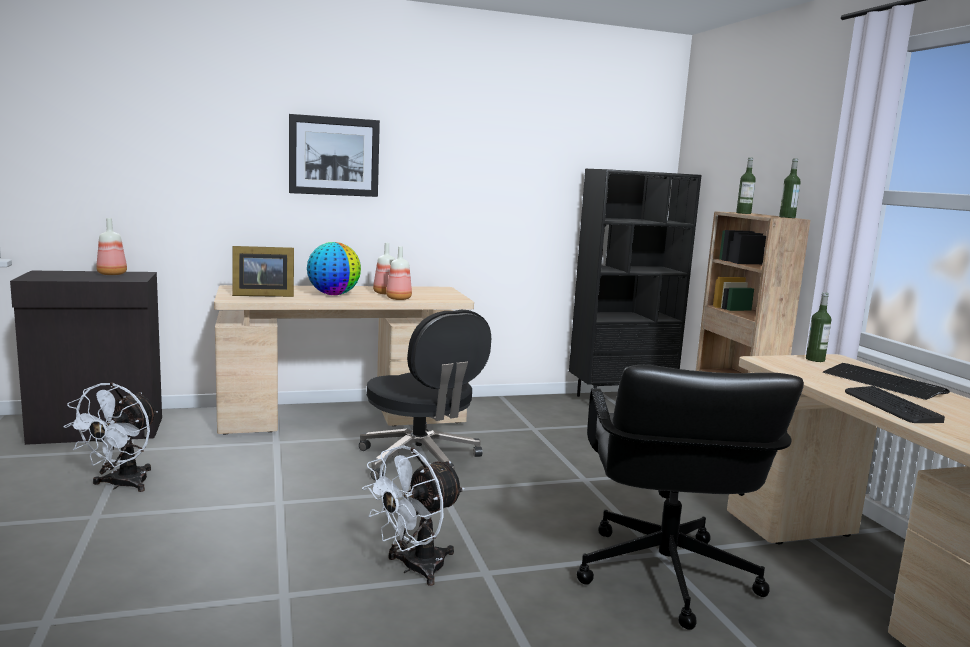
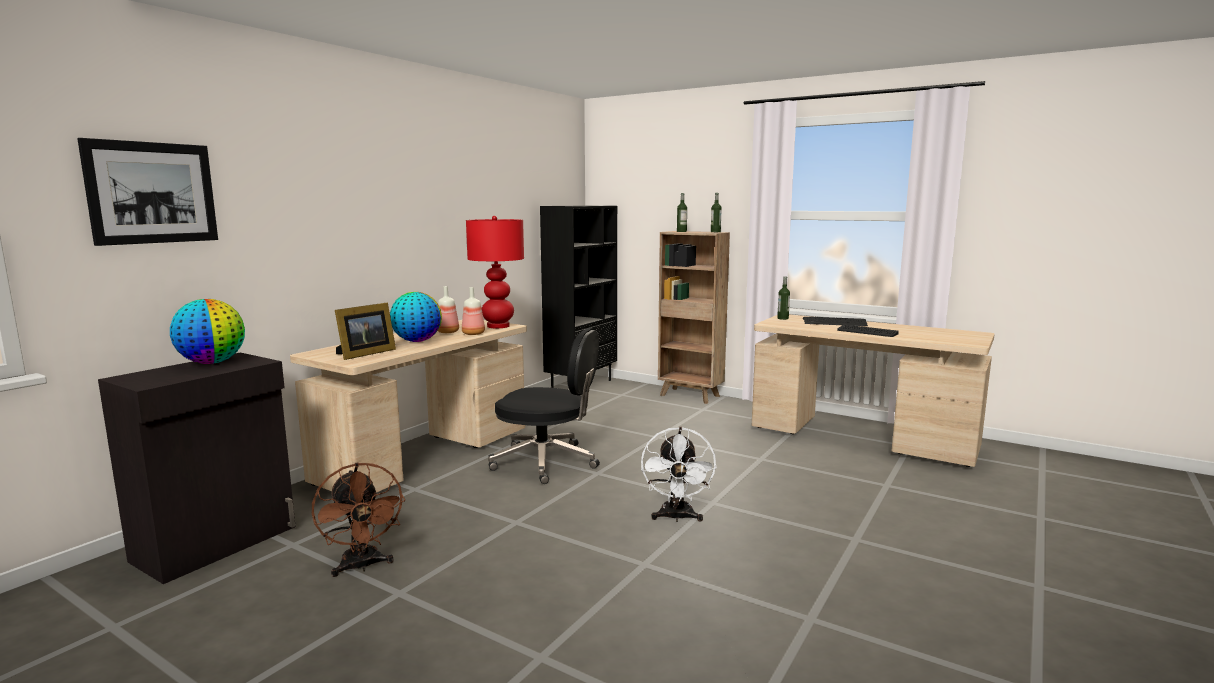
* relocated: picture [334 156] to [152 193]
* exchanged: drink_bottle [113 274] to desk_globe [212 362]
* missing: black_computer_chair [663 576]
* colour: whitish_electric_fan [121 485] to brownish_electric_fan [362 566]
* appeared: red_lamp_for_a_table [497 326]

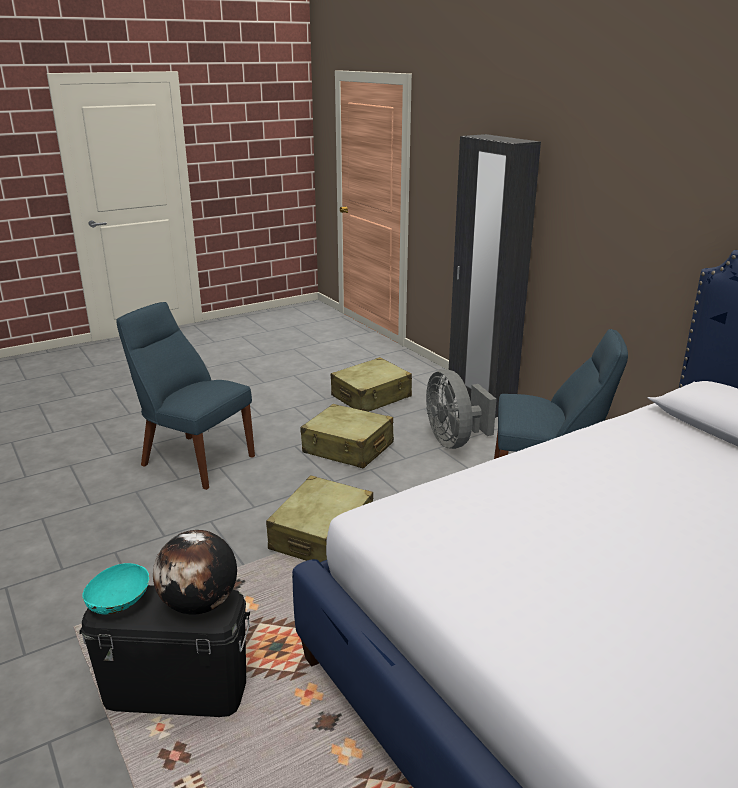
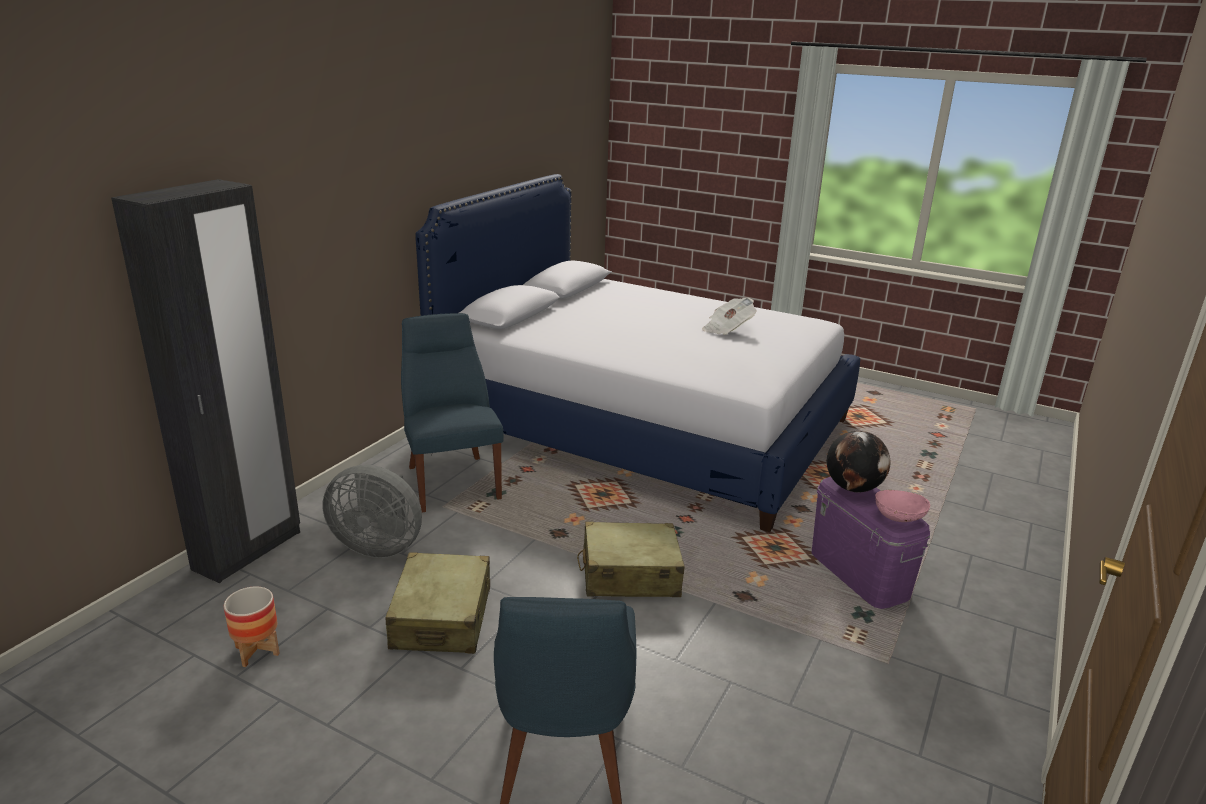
* exchanged: beige_piece_of_luggage [371 397] to plant_pot [257 651]
* spun: gray_electric_fan [454 441] = [378 546] 60 degrees clockwise
* colour: turquoise-coloured_bowl [119 605] to pink-coloured_bowl [899 517]
* colour: black_storage_container [176 691] to purple-coloured_storage_container [859 575]
* appeared: newspaper [727 329]

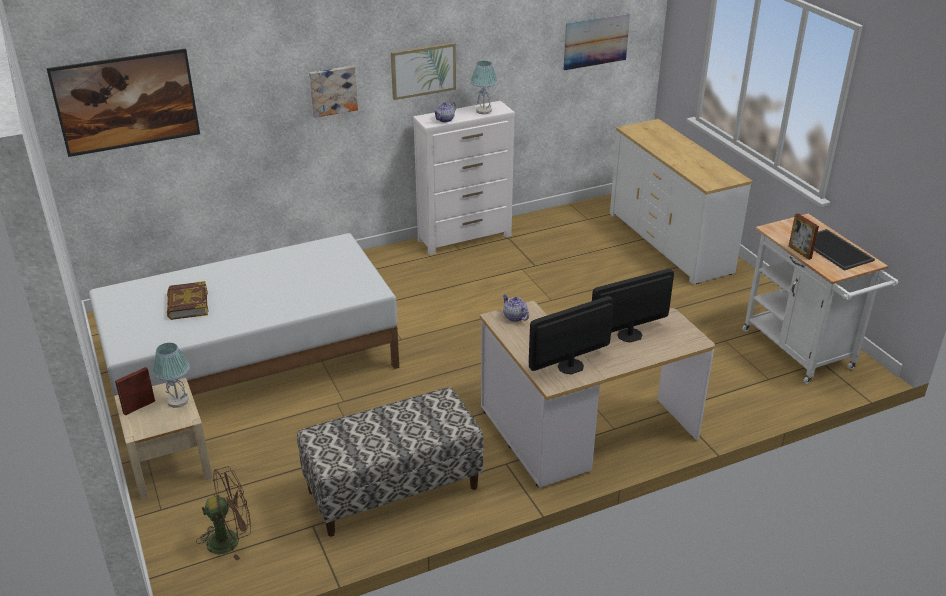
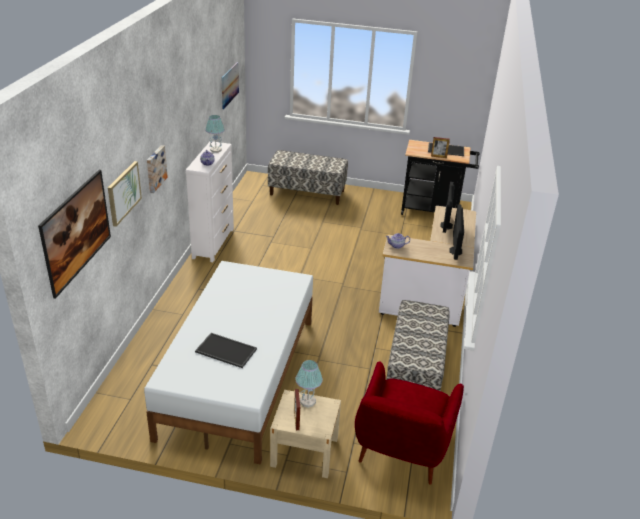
* relocated: picture [423 70] to [123 193]
* exchanged: whitish_drawer_chest [669 242] to indoor_bench [307 192]
* colour: whitish_wheeled_cart [802 353] to black_wheeled_cart [433 211]
* exchanged: volume [187 304] to carrying_tray [225 351]
* exchanged: brownish_electric_fan [230 539] to red_easy_chair [401 451]

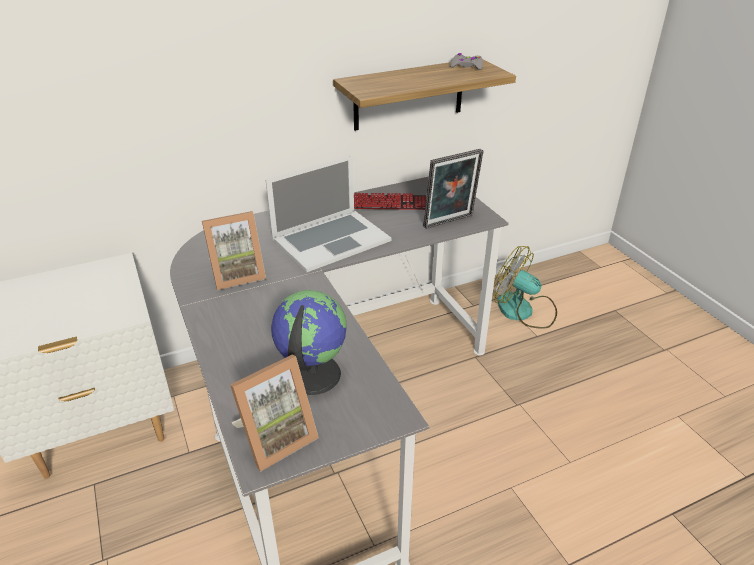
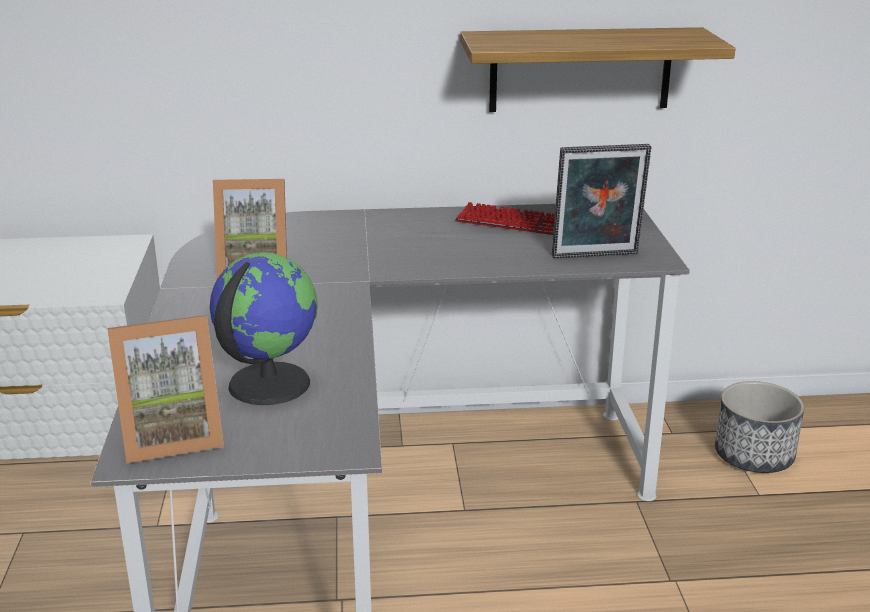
* missing: gray_game_controller [466 66]
* missing: laptop [330 240]
* exchanged: electric_fan [523 311] to plant_pot [753 456]

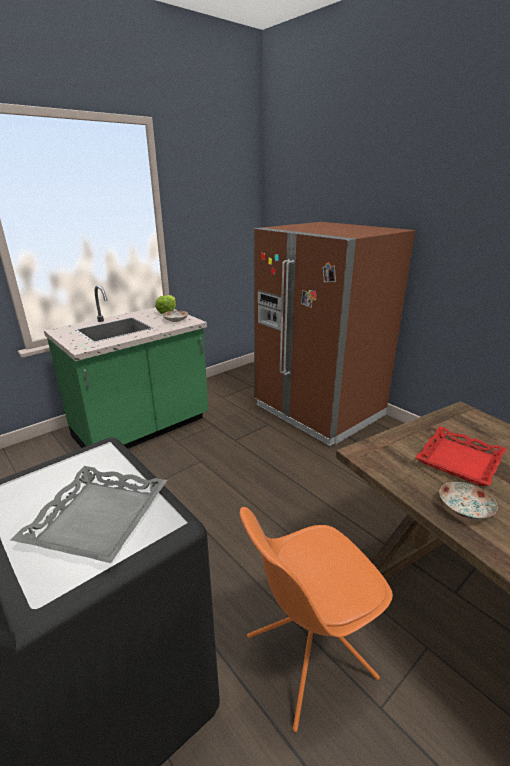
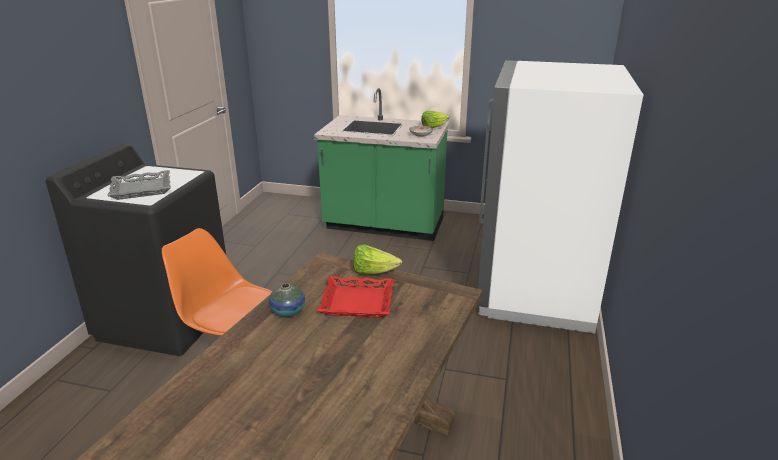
* colour: brownish_kitchen_fridge [318 410] to whitish_kitchen_fridge [534 290]
* exchanged: dinner_plate [464 509] to vase [288 311]
* appeared: lettuce_head [373 272]

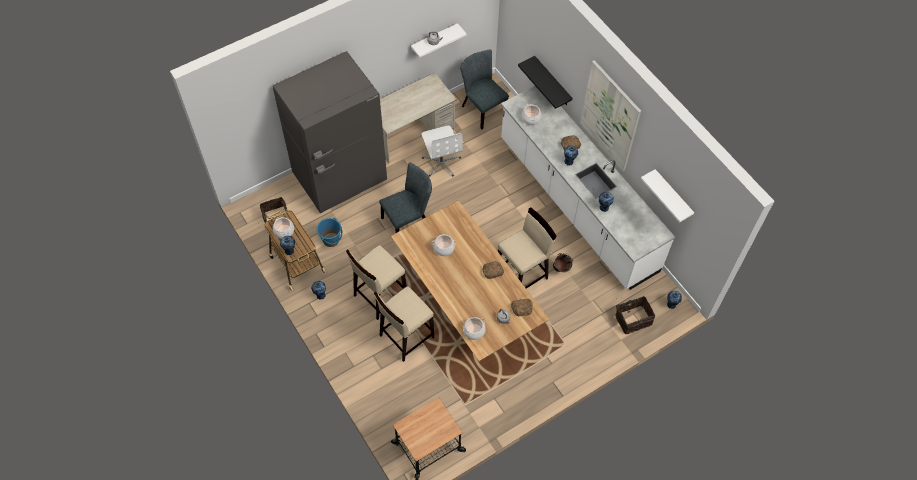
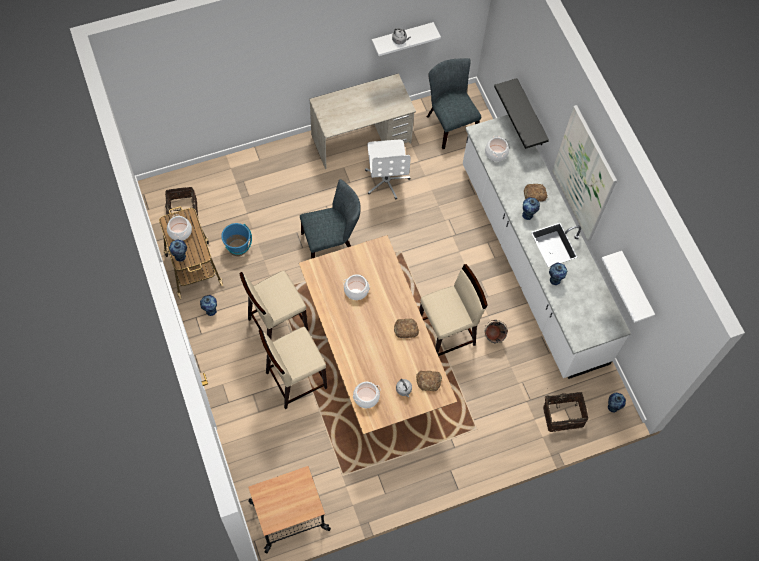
* missing: gray_kitchen_fridge [340 178]

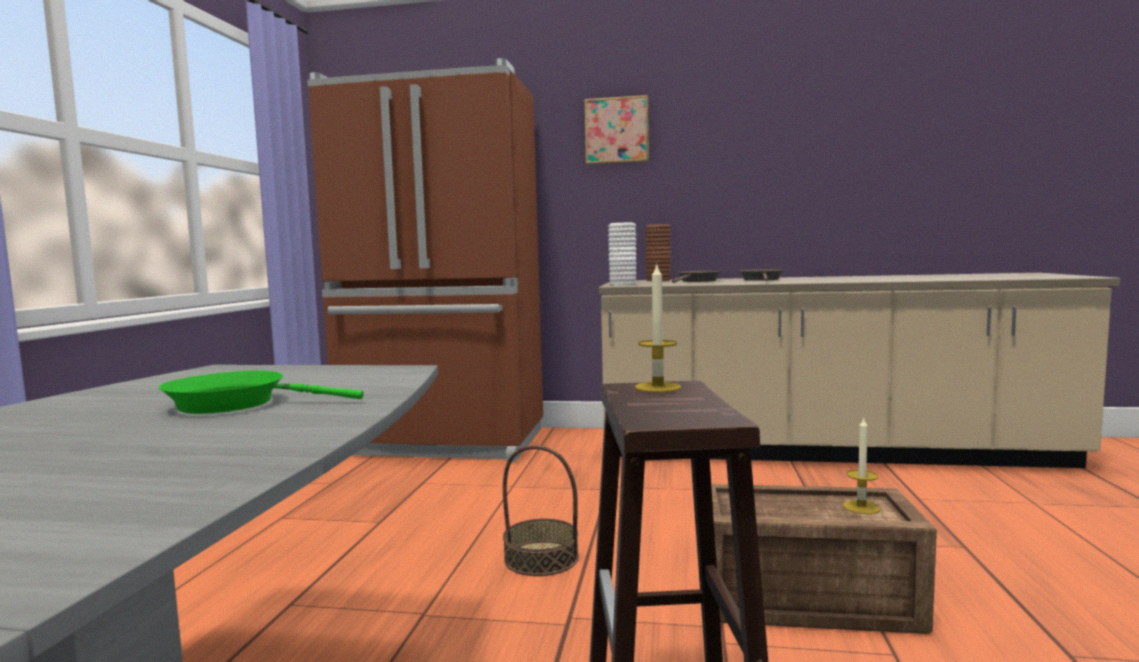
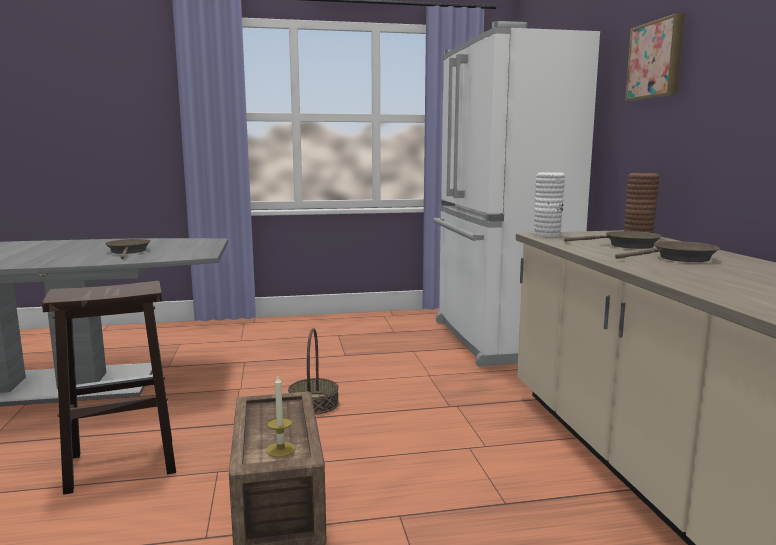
* colour: brownish_kitchen_fridge [444 444] to whitish_kitchen_fridge [496 340]
* missing: candle [658 387]
* colour: greenish_frying_pan [237 403] to brownish_frying_pan [128 252]

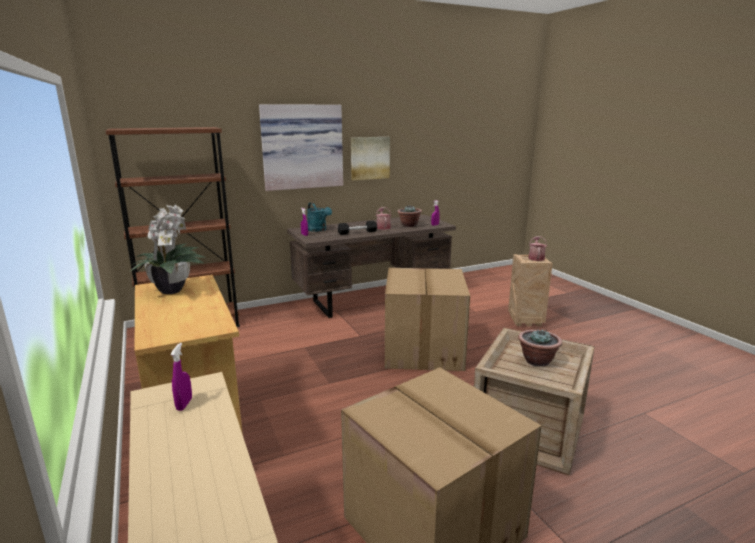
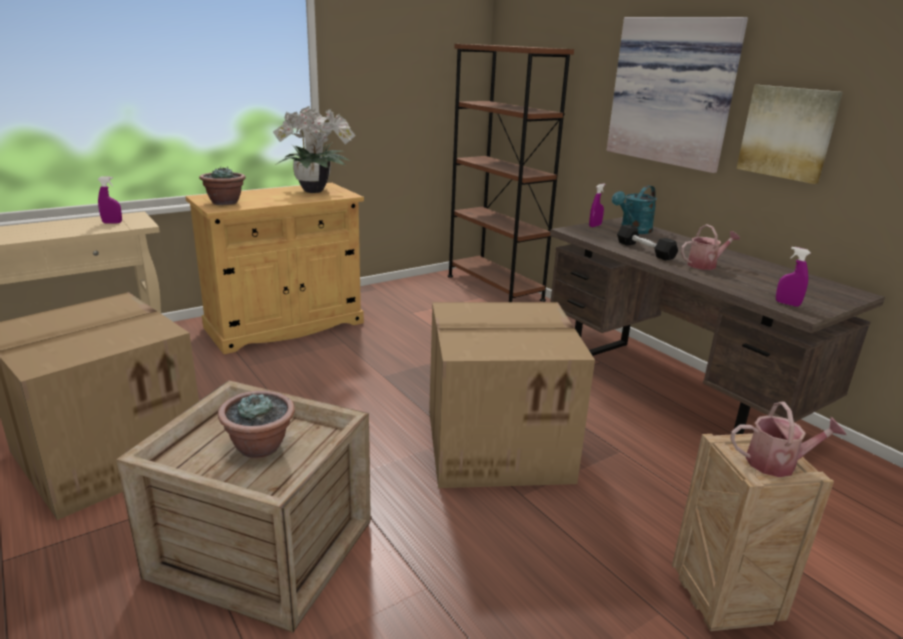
* relocated: potted_plant [409 225] to [225 202]

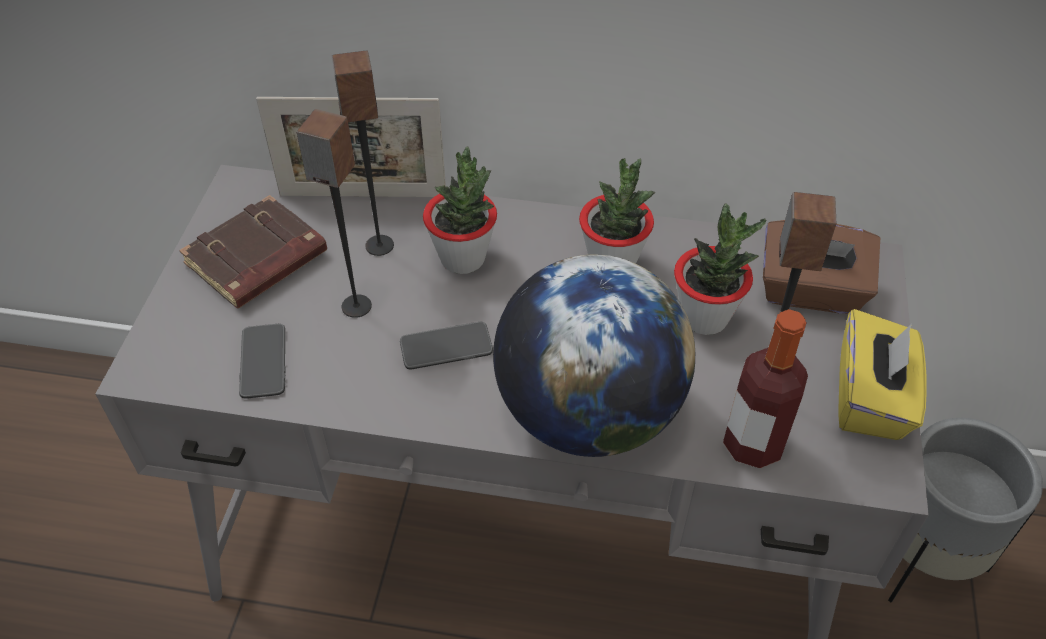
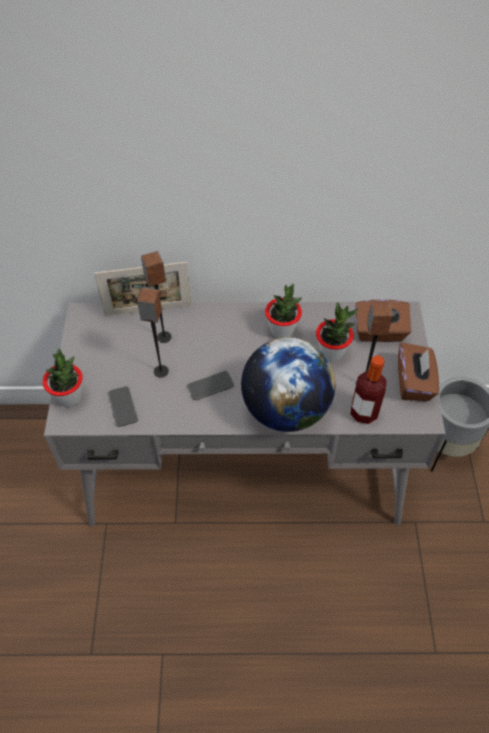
* relocated: potted_plant [463 258] to [69 397]
* missing: brownish_volume [257 261]
* colour: yellowish_box_of_tissues [870 399] to brownish_box_of_tissues [414 383]

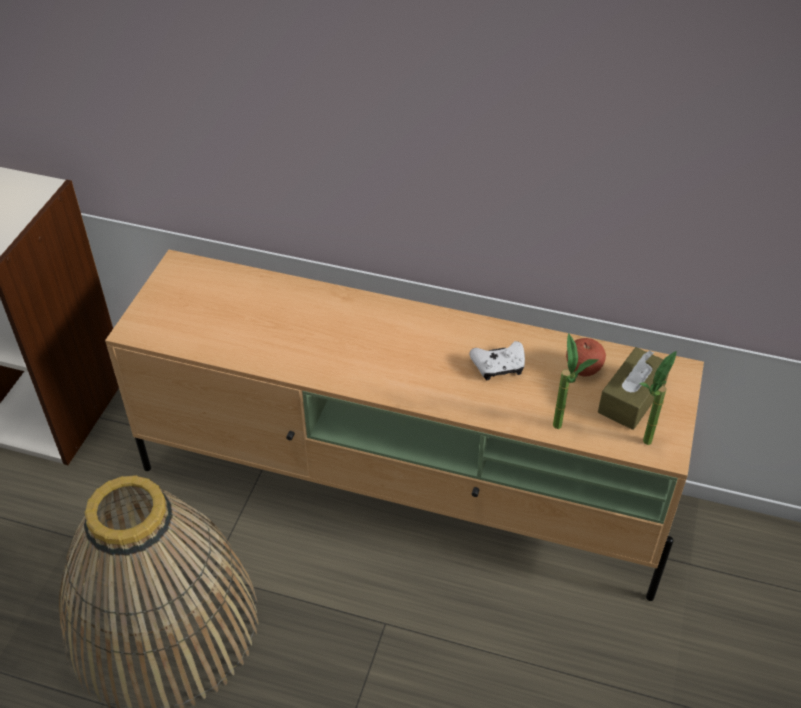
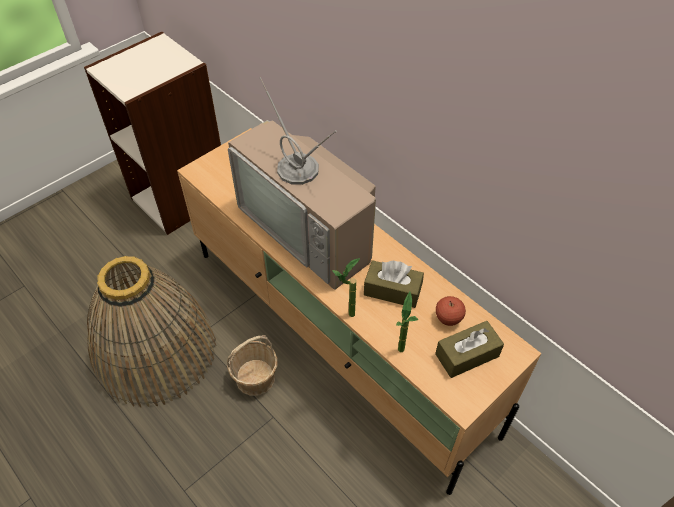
* exchanged: whitish_game_controller [499 367] to brownish_box_of_tissues [392 290]
* relocated: potted_plant [643 448] to [346 317]
* appeared: TV [311 229]
* appeared: storage_basket [256 378]

